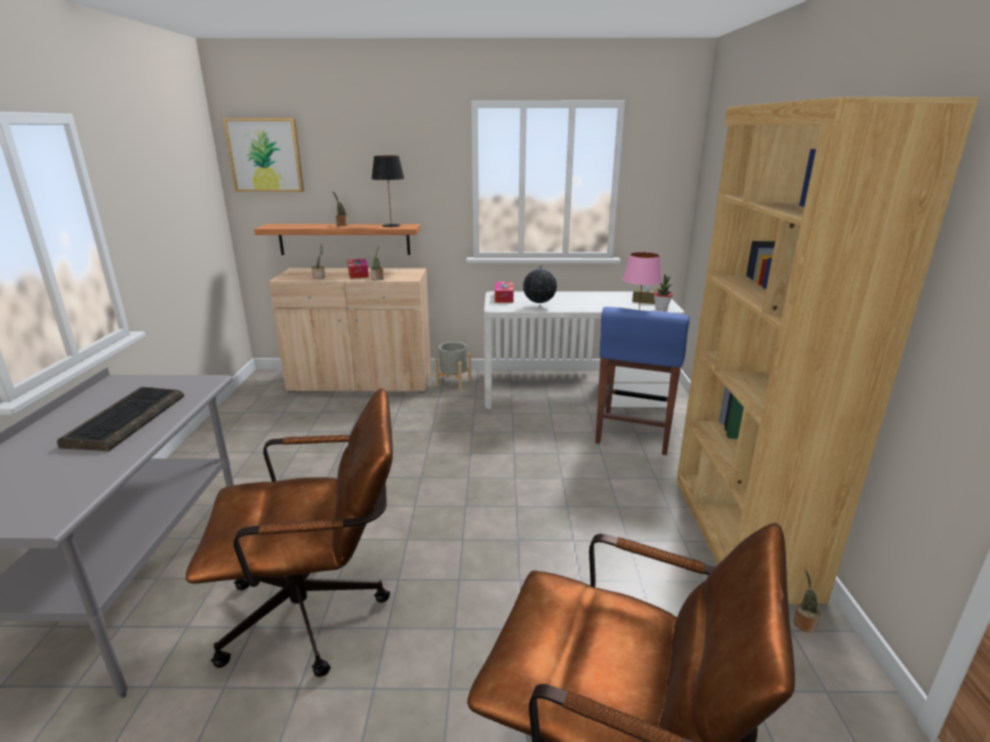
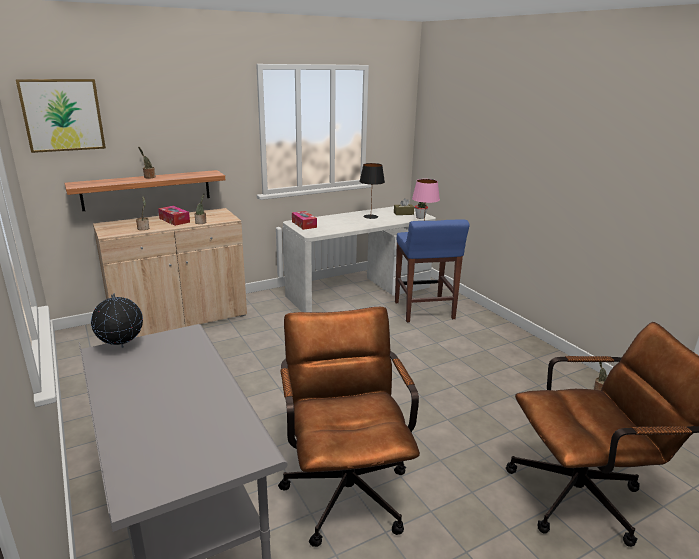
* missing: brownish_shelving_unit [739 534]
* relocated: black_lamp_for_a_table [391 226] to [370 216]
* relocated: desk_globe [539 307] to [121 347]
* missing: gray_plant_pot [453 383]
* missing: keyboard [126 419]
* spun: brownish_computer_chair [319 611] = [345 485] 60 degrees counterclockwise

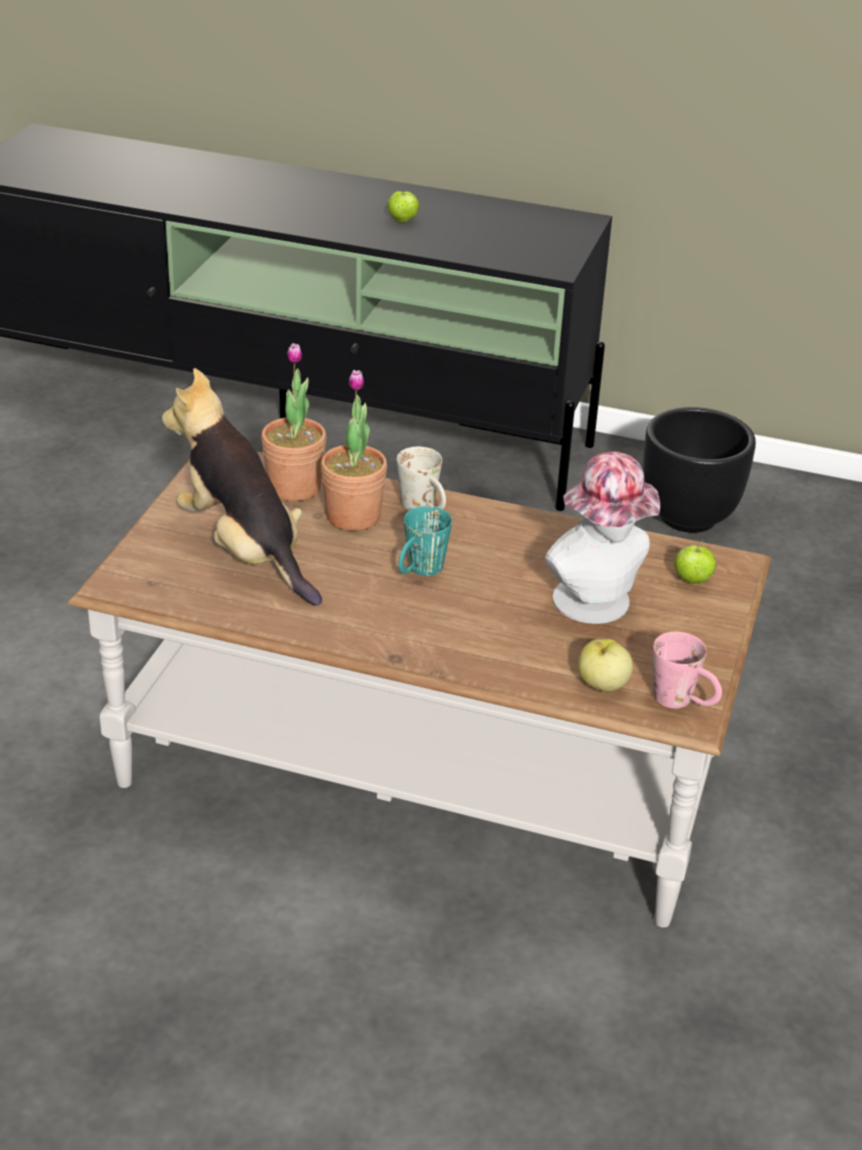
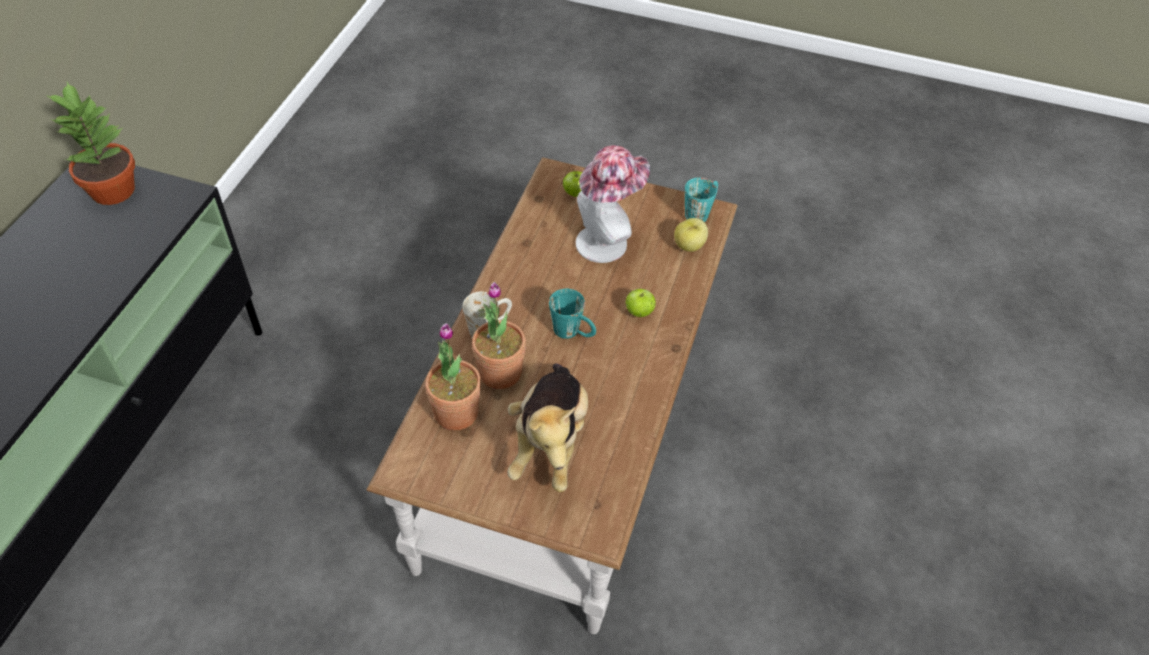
* relocated: apple_fruit [403 220] to [639 312]
* spun: soft_toy [245 550] = [550 442] 45 degrees counterclockwise
* missing: black_plant_pot [689 517]
* colour: pink-coloured_tea_mug [683 702] to turquoise-coloured_tea_mug [700 212]
* appeared: potted_plant [112 189]

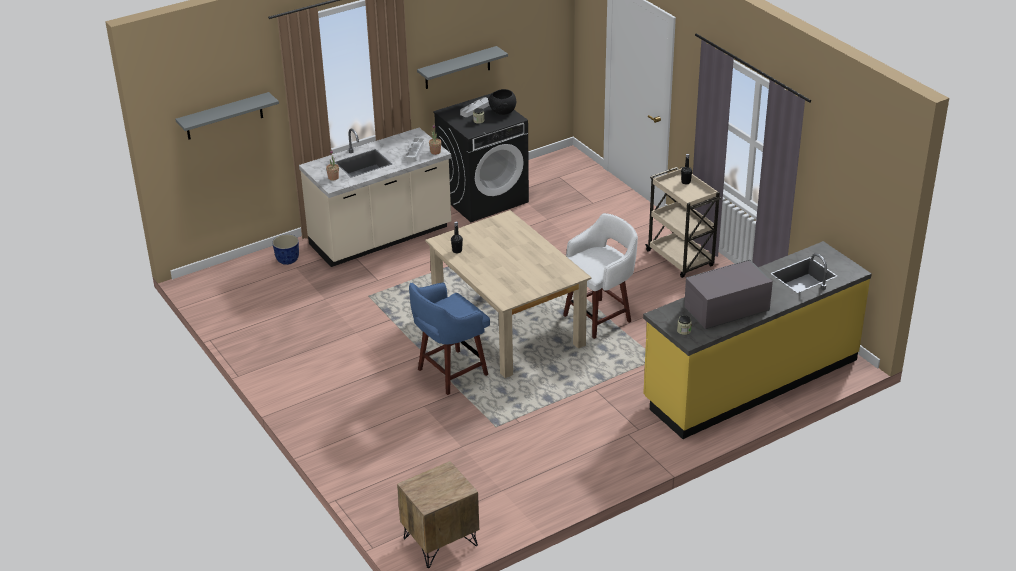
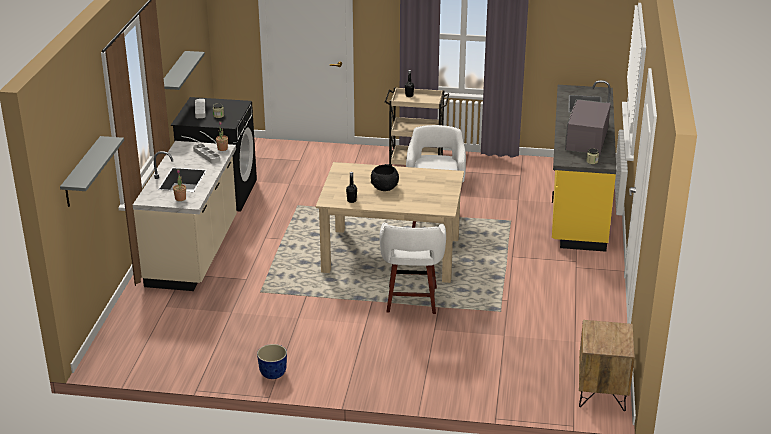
* relocated: black_bowl [502 112] to [385 188]
* relocated: plant_pot [287 260] to [272 374]
* colour: bluish_stool_seat [450 373] to whitish_stool_seat [411 301]

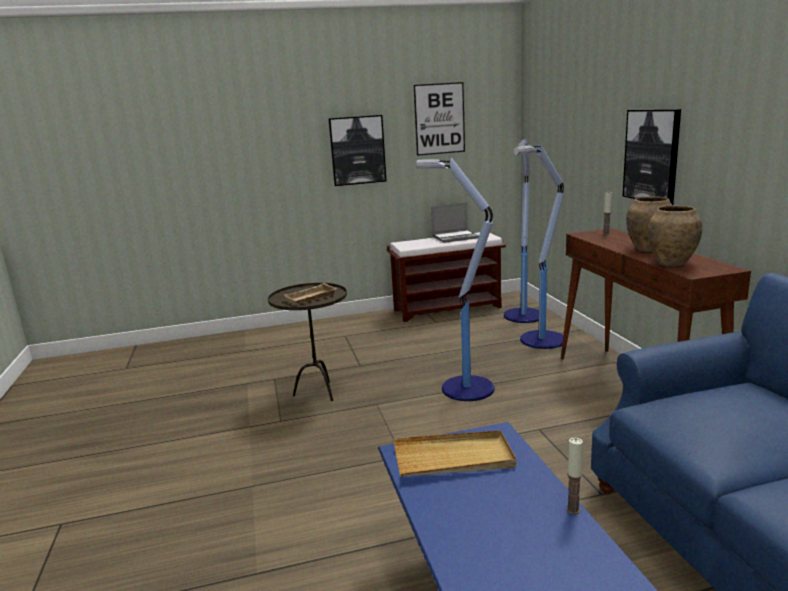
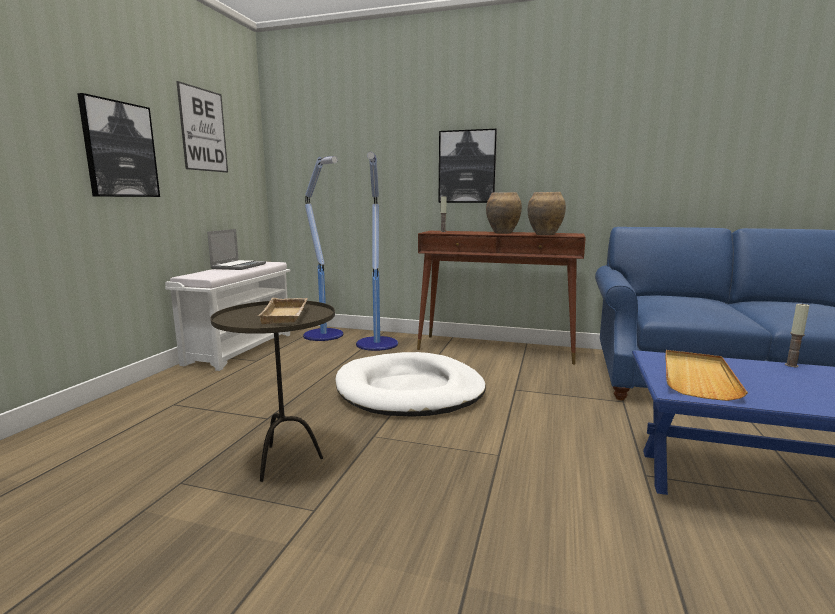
* exchanged: standing_lamp [465 388] to whitish_pet_bed [410 390]
* colour: brownish_indoor_bench [448 308] to whitish_indoor_bench [240 348]

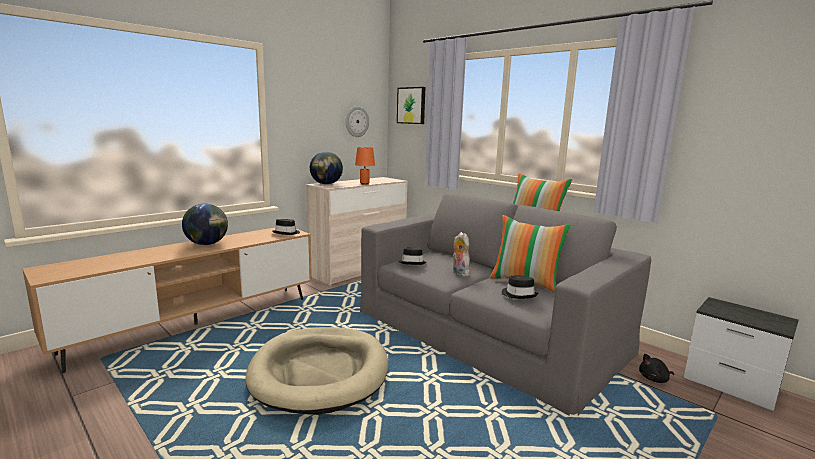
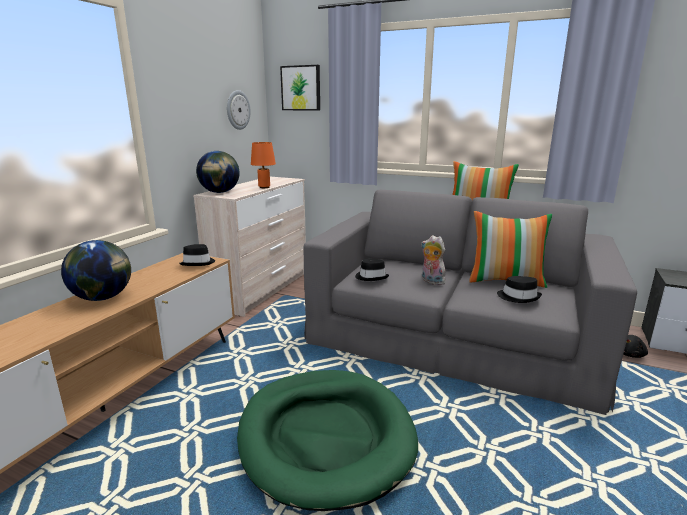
* colour: beige_pet_bed [320 372] to greenish_pet_bed [325 437]

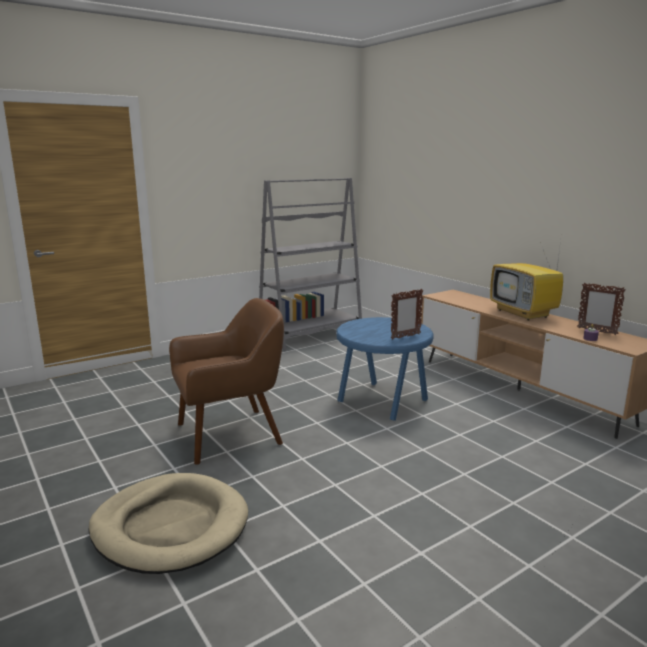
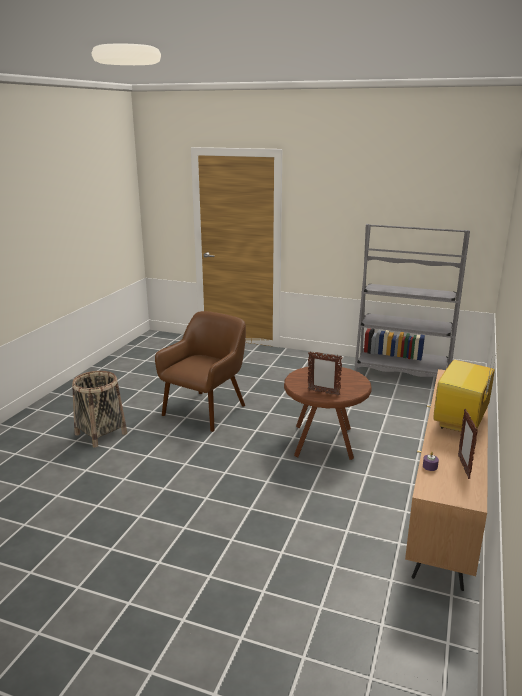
* spun: brownish_easy_chair [231 434] = [206 410] 90 degrees counterclockwise
* colour: bluish_side_table [381 400] to brownish_side_table [324 441]
* exchanged: beige_pet_bed [170 527] to storage_basket [101 433]

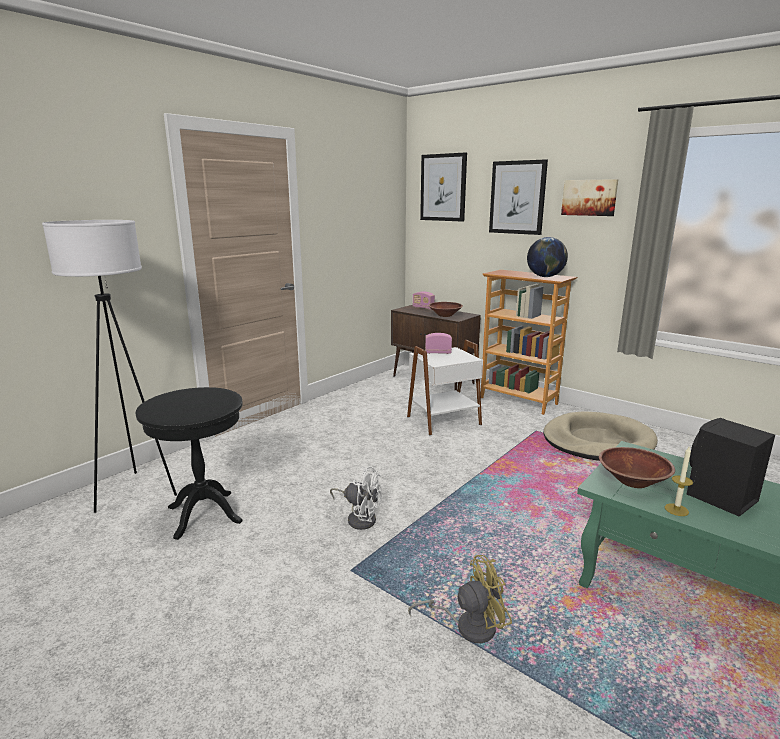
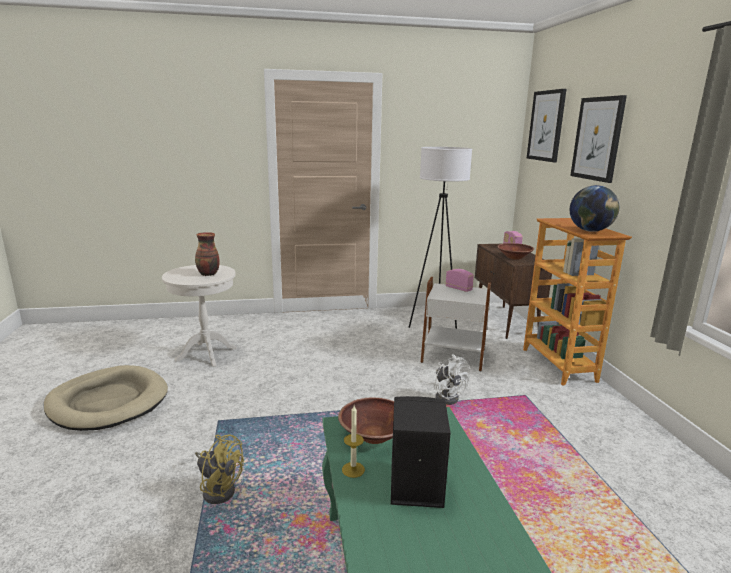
* missing: picture [589 197]
* relocated: whitish_standing_lamp [136 492] to [434 324]
* colour: black_side_table [204 514] to whitish_side_table [206 354]
* relocated: beige_pet_bed [597 441] to [108 402]
* relocated: whitish_electric_fan [359 518] to [447 396]
* appeared: vase [208 274]

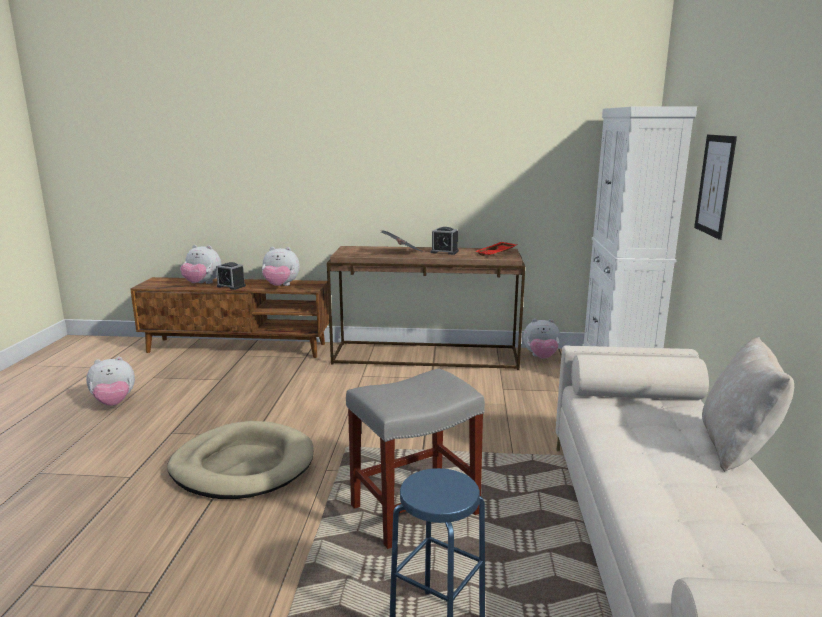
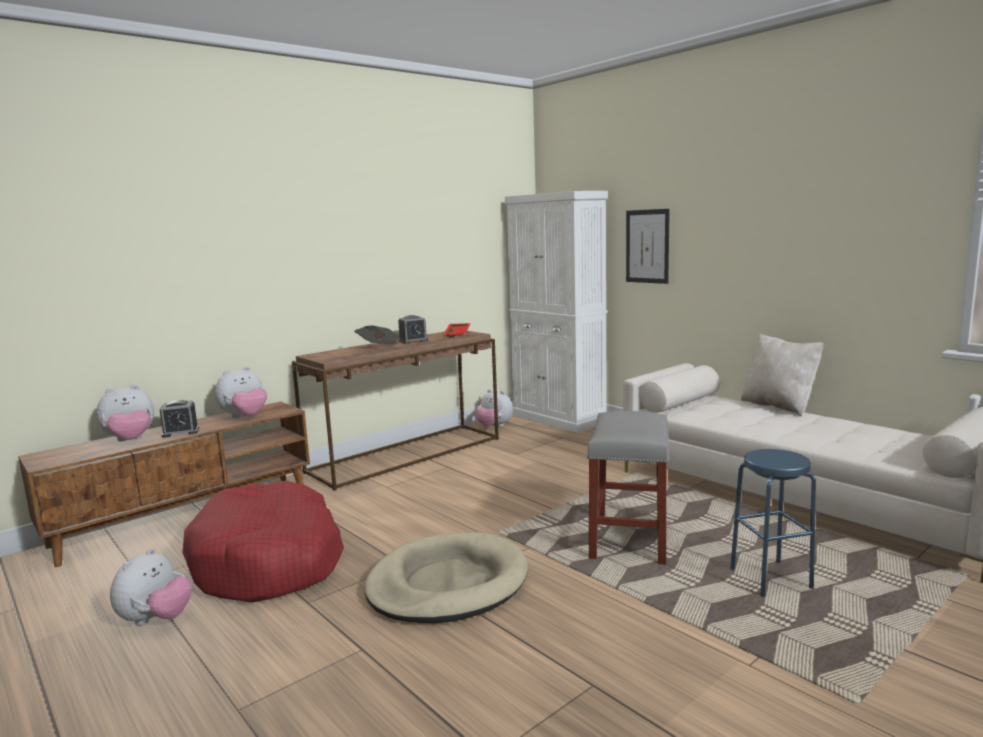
* spun: soft_toy [541 357] = [494 427] 75 degrees clockwise
* appeared: red_pet_bed [269 561]

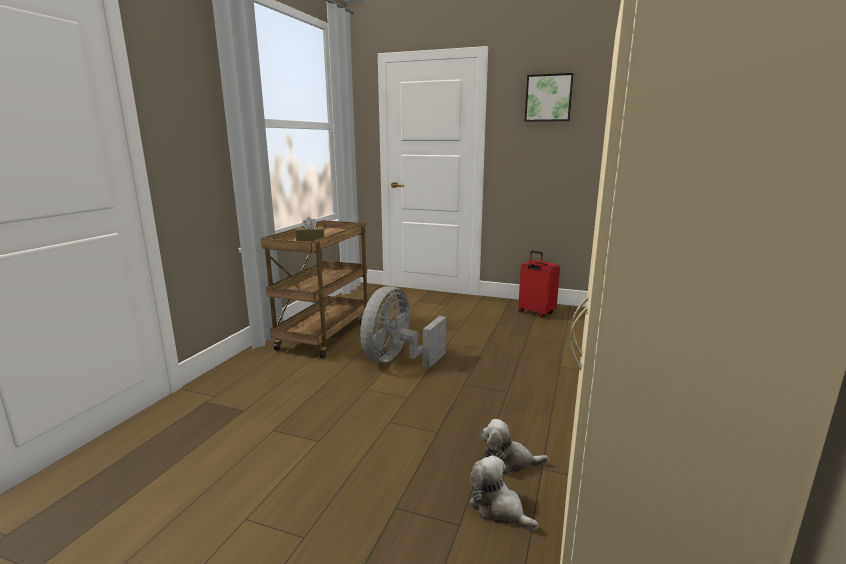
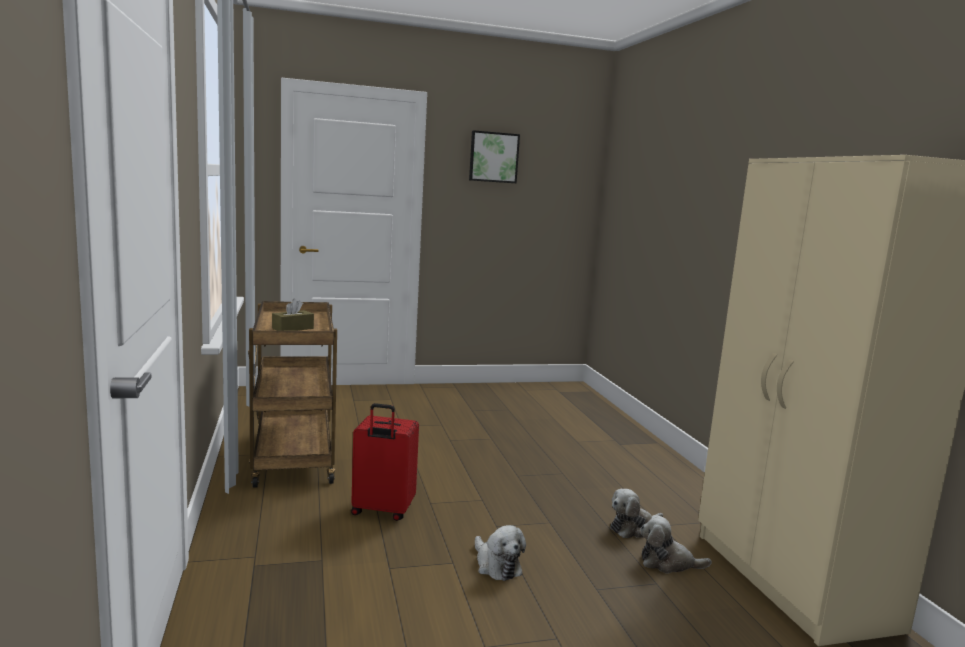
* relocated: red_piece_of_luggage [535 313] to [382 511]
* missing: gray_electric_fan [397 360]
* appeared: soft_toy [496 565]

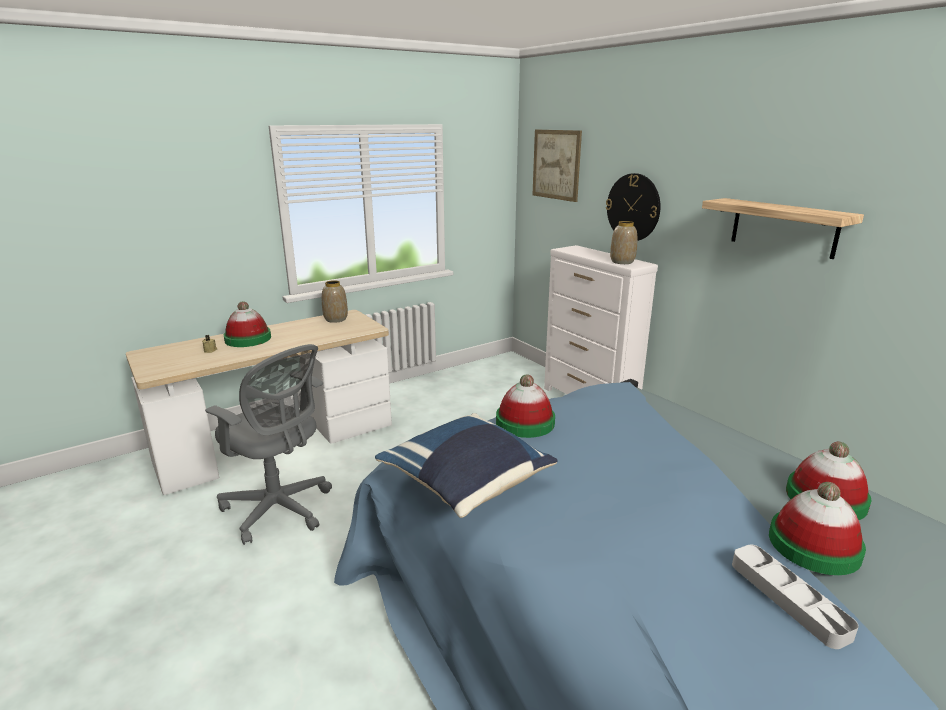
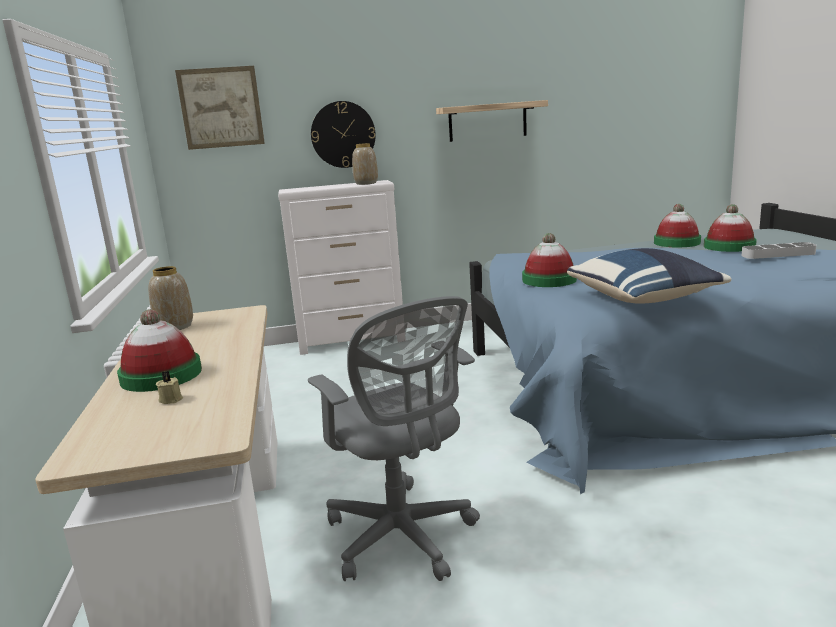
* spun: gray_computer_chair [280 510] = [403 538] 90 degrees clockwise

